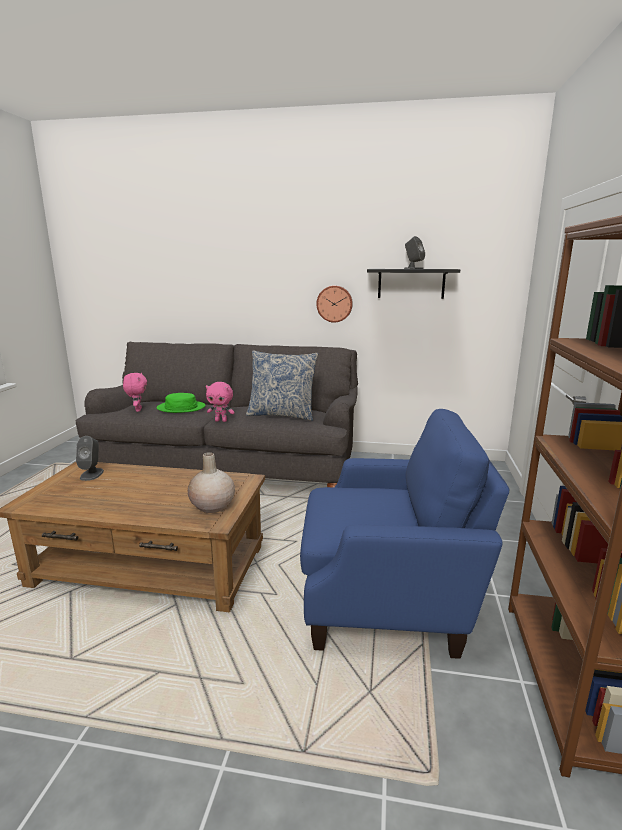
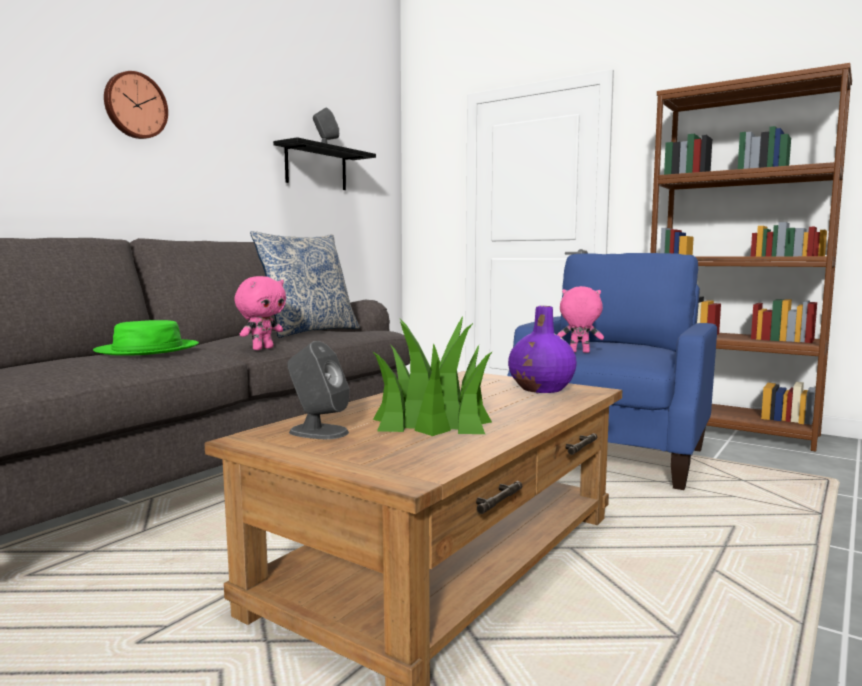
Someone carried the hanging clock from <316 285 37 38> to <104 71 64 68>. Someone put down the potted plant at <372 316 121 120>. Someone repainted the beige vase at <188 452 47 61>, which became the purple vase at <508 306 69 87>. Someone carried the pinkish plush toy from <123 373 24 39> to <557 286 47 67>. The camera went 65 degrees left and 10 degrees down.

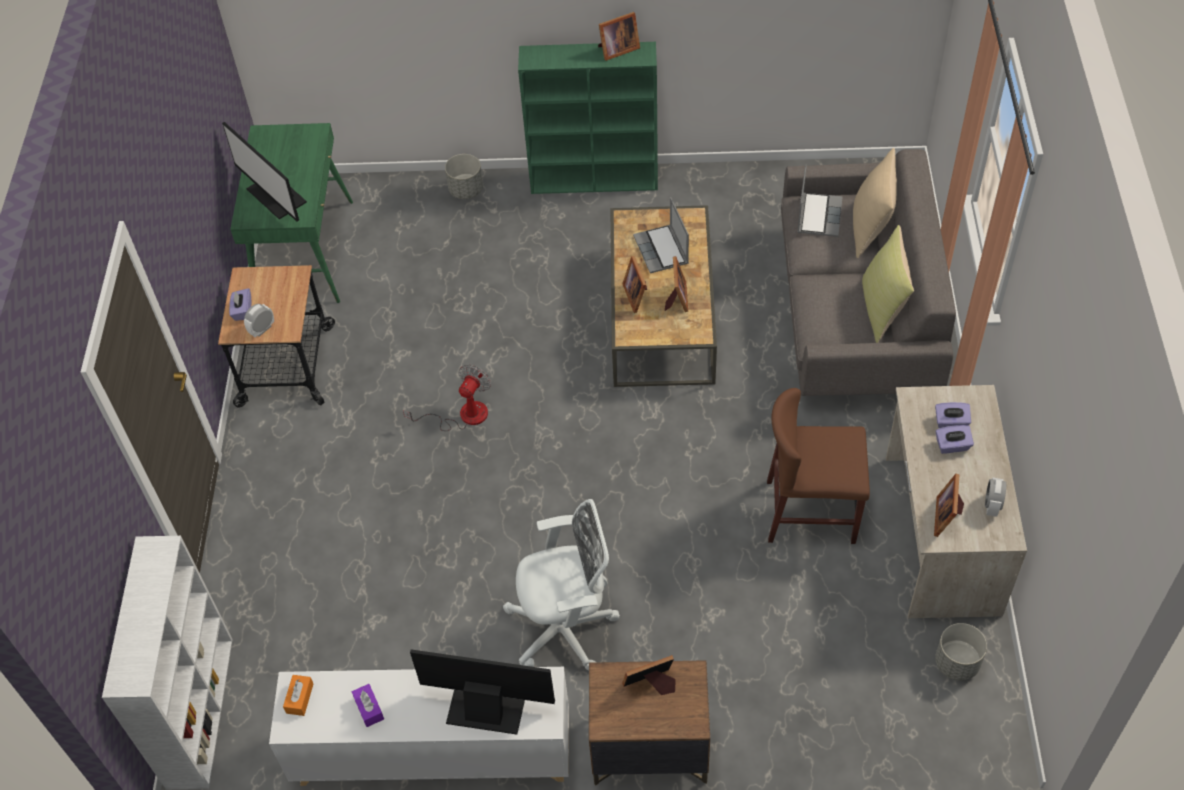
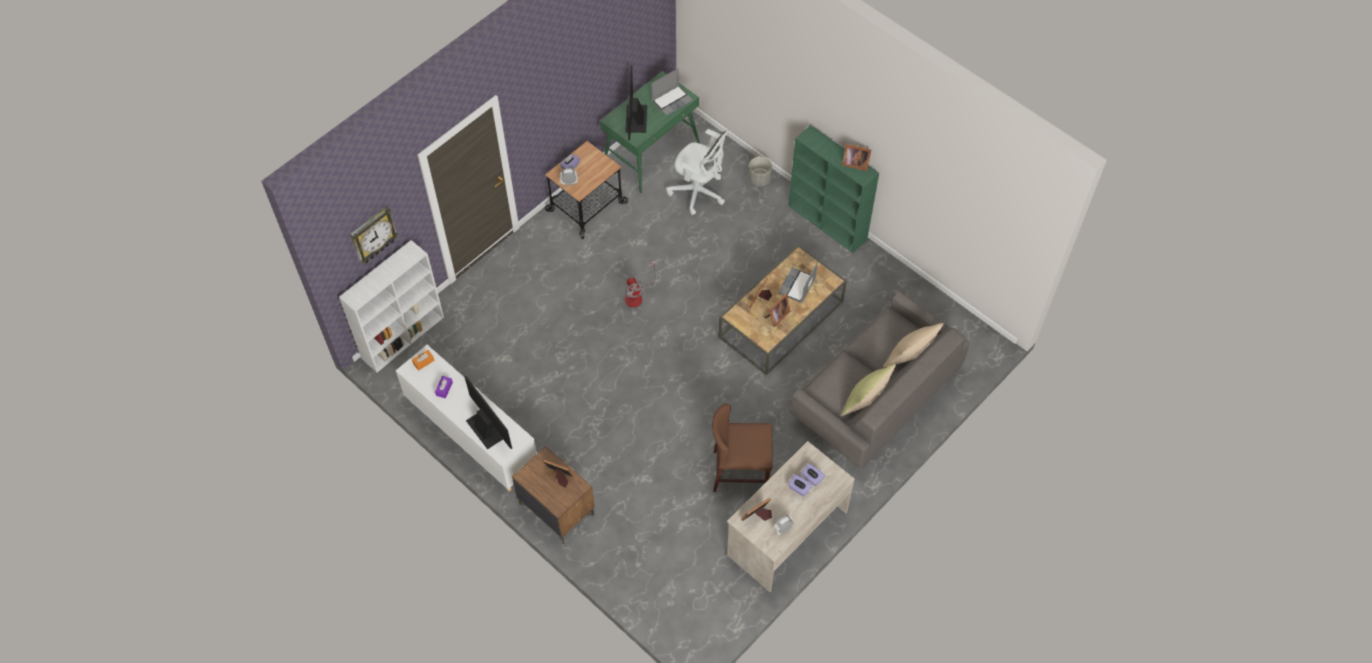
Someone put up the hanging clock at <350 206 48 57>. Someone rotated the fan at <403 364 88 67> by 90 degrees clockwise. Someone carried the notebook computer from <797 164 46 73> to <651 68 42 48>. Someone carried the white office chair from <503 499 117 171> to <666 129 63 86>. Someone rotated the brownish chair at <767 388 103 156> by 45 degrees counterclockwise. Someone took away the greyish flower pot at <935 623 52 58>. The camera went 40 degrees right and 5 degrees up.

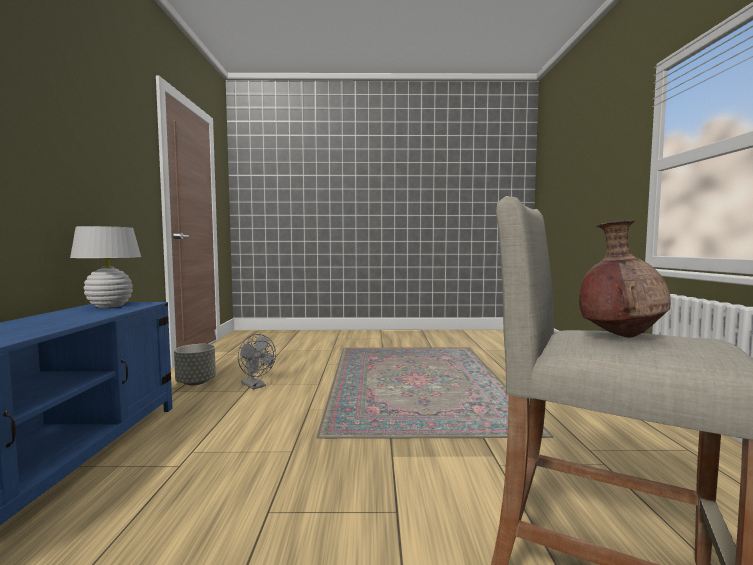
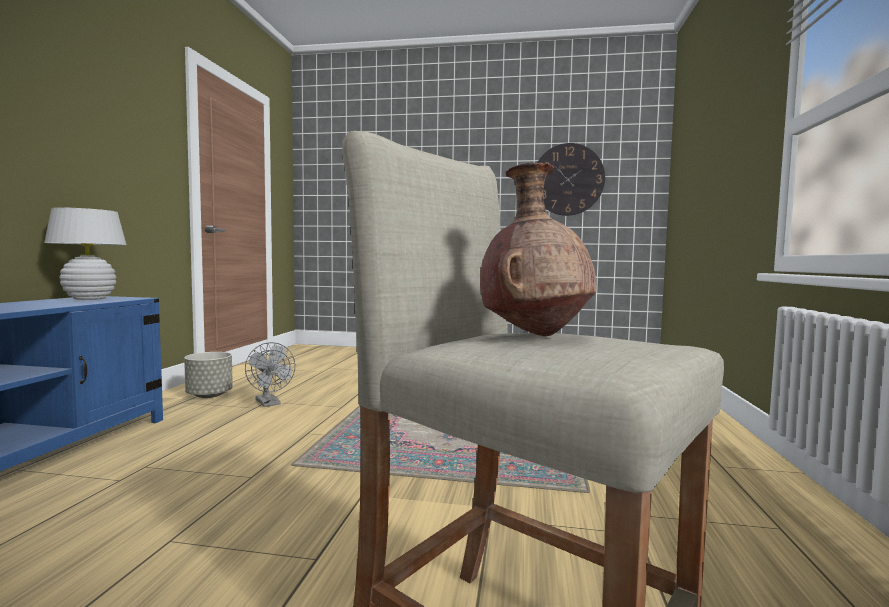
Someone put up the hanging clock at <537 143 68 73>. The camera went 10 degrees right and 0 degrees up.

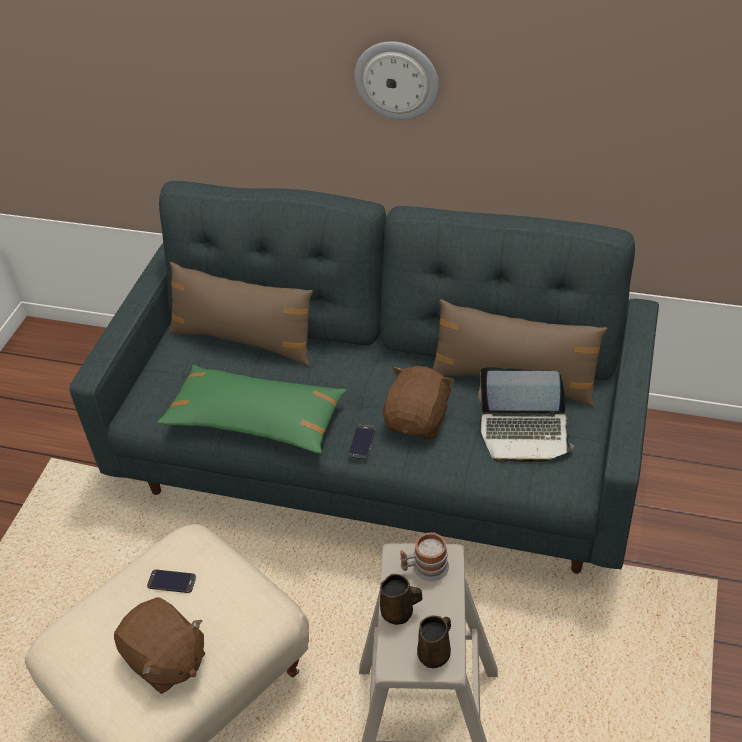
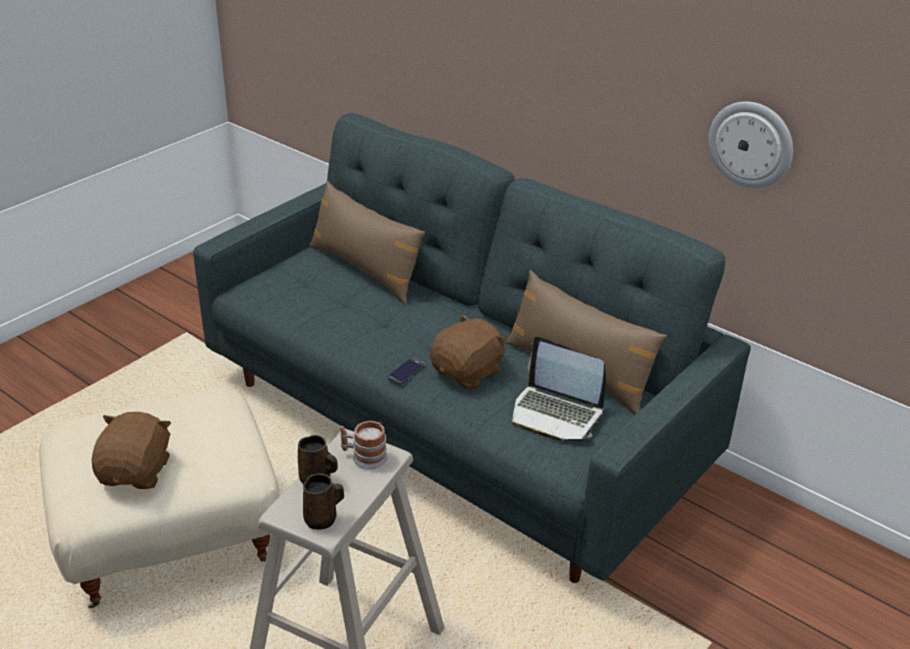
Someone rotated the brownish plush toy at <114 597 92 97> by 150 degrees counterclockwise. Someone carried the hanging clock from <355 41 84 79> to <708 102 85 86>. Someone took away the phone at <147 570 49 23>. Someone took away the green throw pillow at <157 365 190 89>. The camera went 20 degrees right and 10 degrees down.

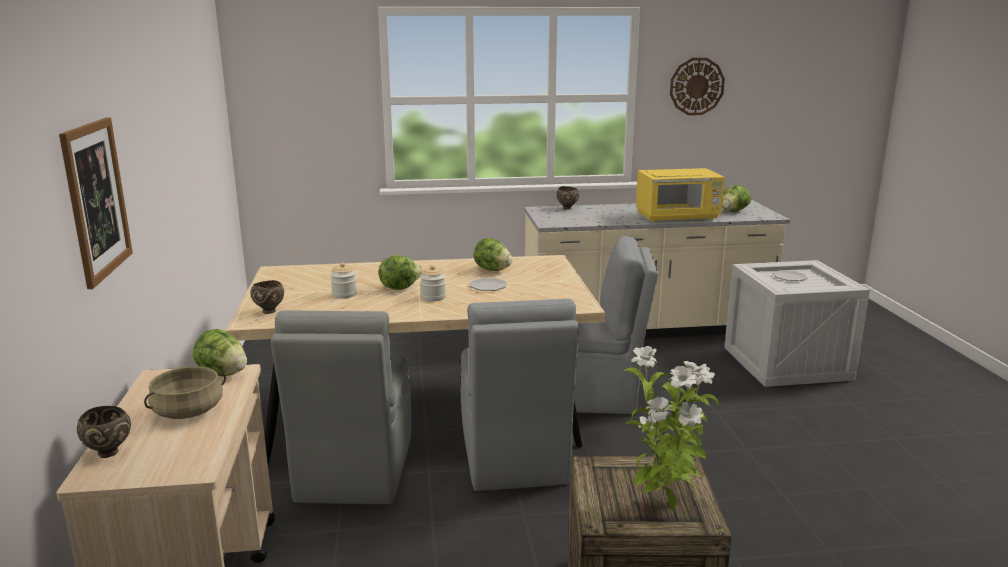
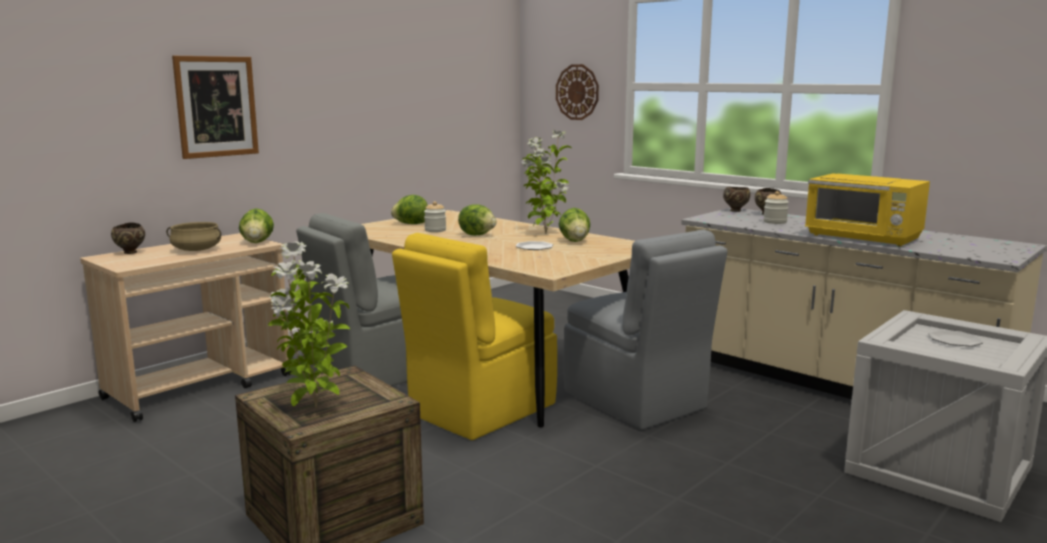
Someone carried the lettuce from <722 185 29 27> to <391 195 37 29>. Someone repainted the greyish chair at <461 299 118 192>, which became the yellow-coloured chair at <392 233 165 207>. Someone put down the potted plant at <521 130 51 104>. Someone carried the hanging clock from <670 58 55 57> to <556 64 43 56>. Someone carried the brownish serving bowl from <250 280 34 34> to <723 187 27 25>. Someone carried the jar from <420 265 26 36> to <763 191 26 33>. The camera went 50 degrees right and 5 degrees down.

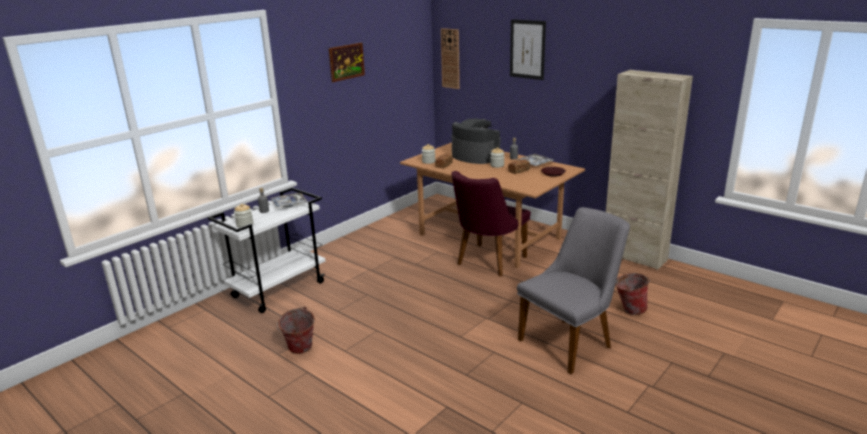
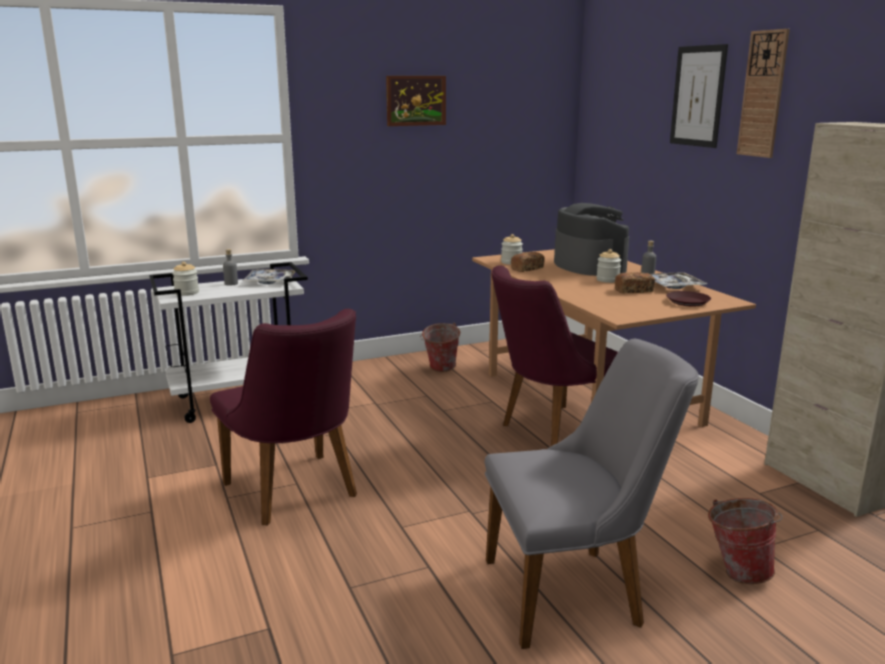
Someone put down the purple chair at <210 309 147 216>. Someone carried the water bucket from <277 307 38 47> to <420 323 40 49>. Someone carried the hanging clock from <441 28 19 61> to <737 29 53 129>. The camera went 25 degrees right and 5 degrees down.

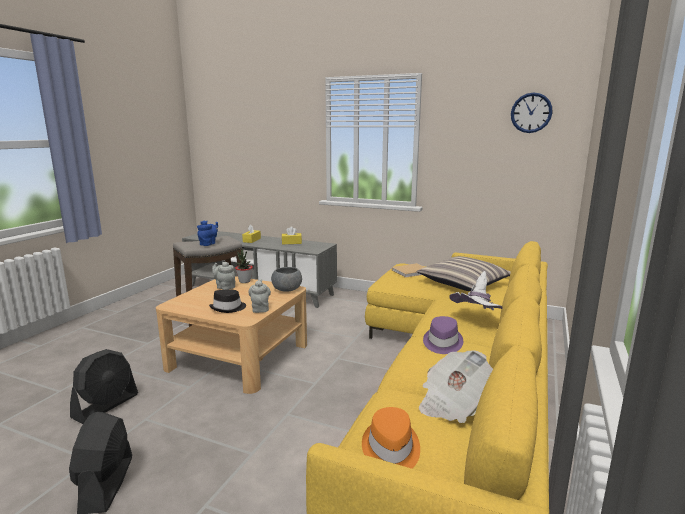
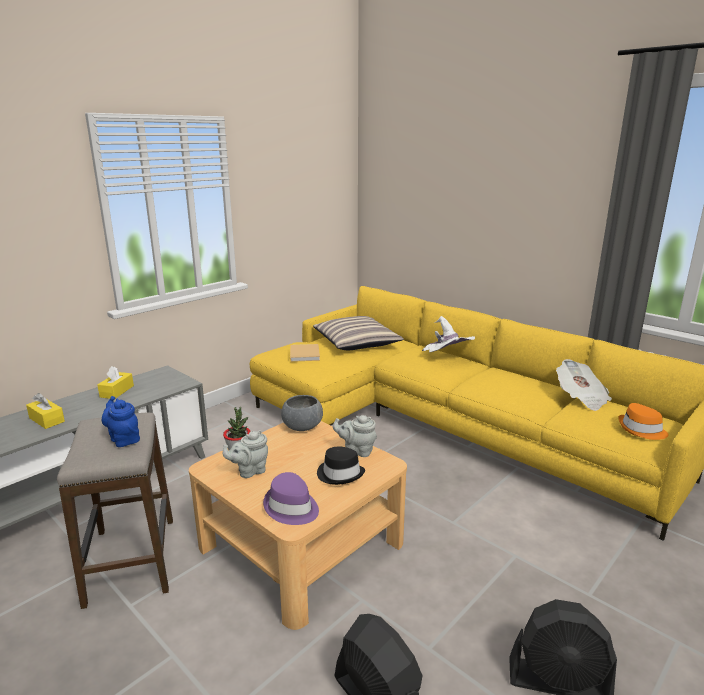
Someone carried the purple hat from <423 316 40 38> to <263 472 56 53>. Someone took away the hanging clock at <511 92 42 41>. The camera went 70 degrees left and 5 degrees up.

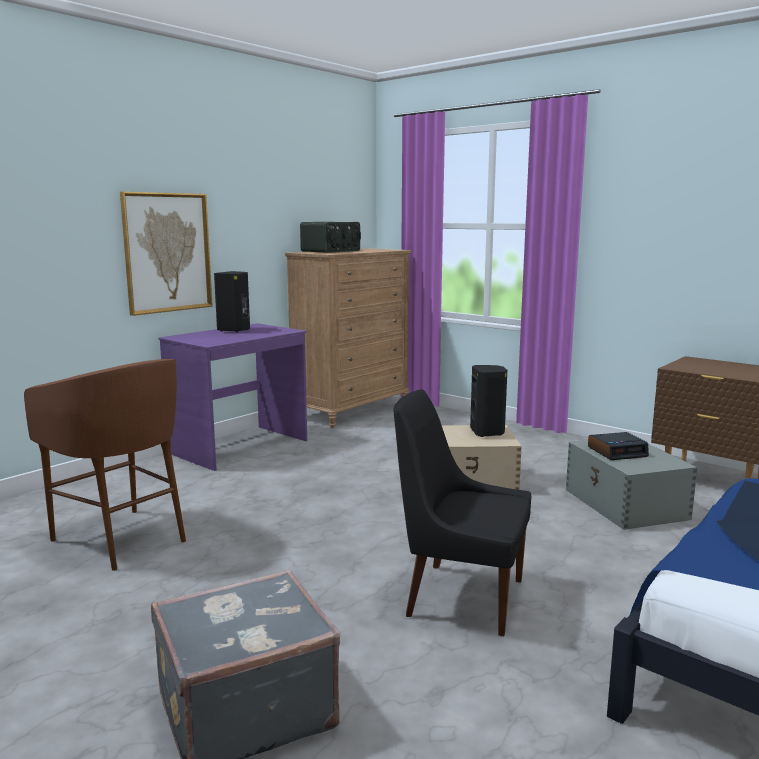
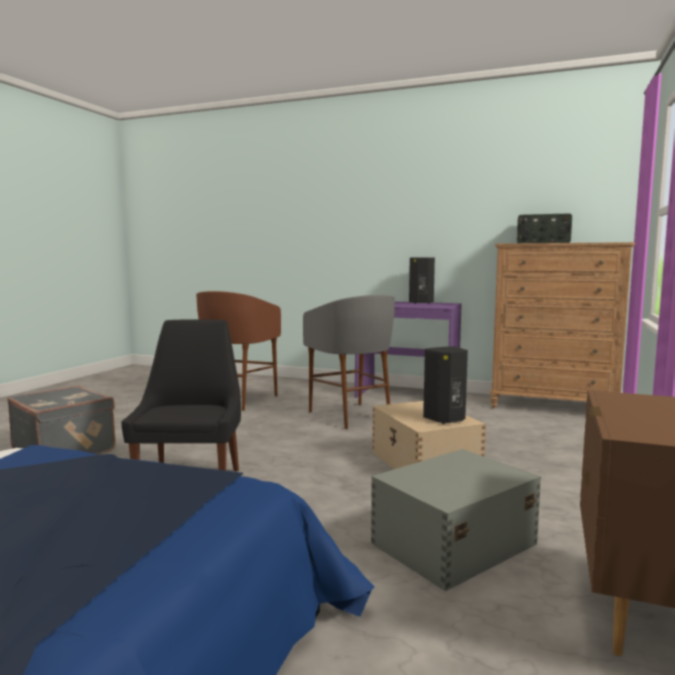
Someone put down the greyish stool at <303 295 92 134>. Someone took away the wall picture at <120 192 93 124>. Someone took away the table clock at <588 432 61 28>. The camera went 70 degrees right and 5 degrees down.

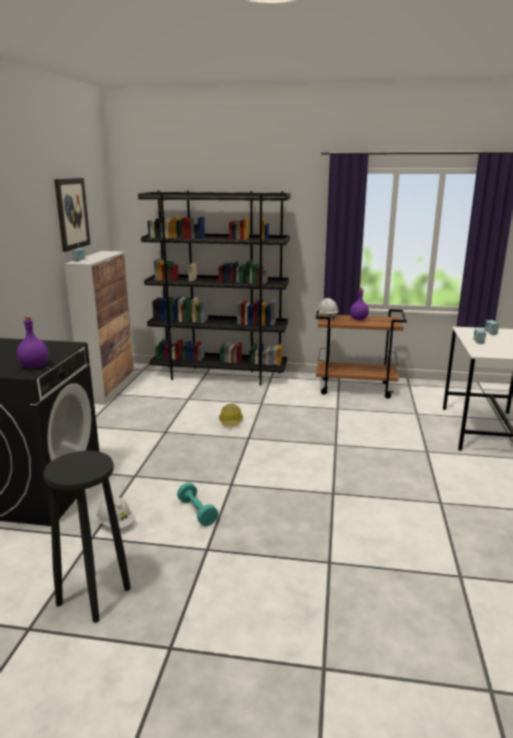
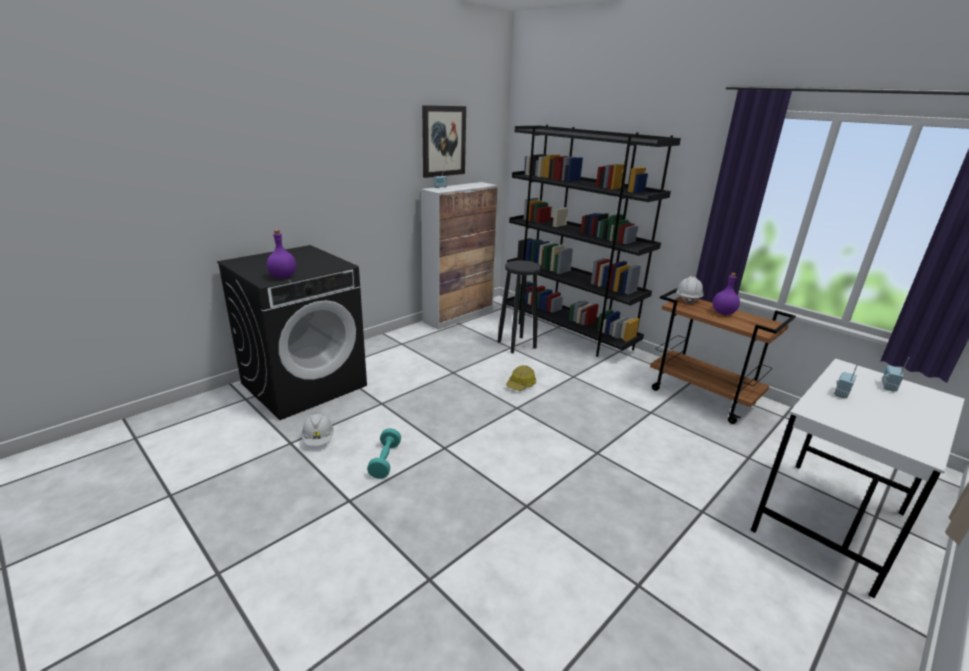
Someone carried the black stool from <43 451 88 172> to <498 260 44 93>. The camera went 35 degrees right and 5 degrees up.

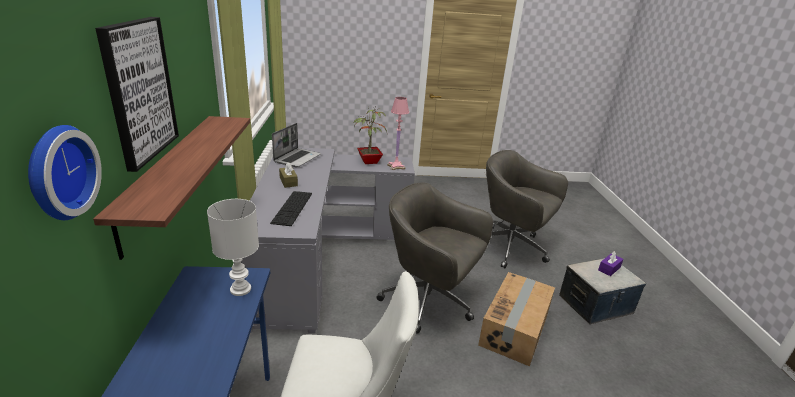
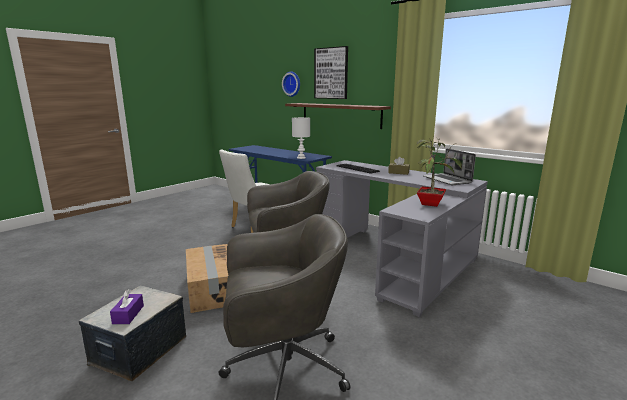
Someone took away the pinkish tabletop lamp at <387 97 22 73>. The camera went 135 degrees right and 10 degrees down.

